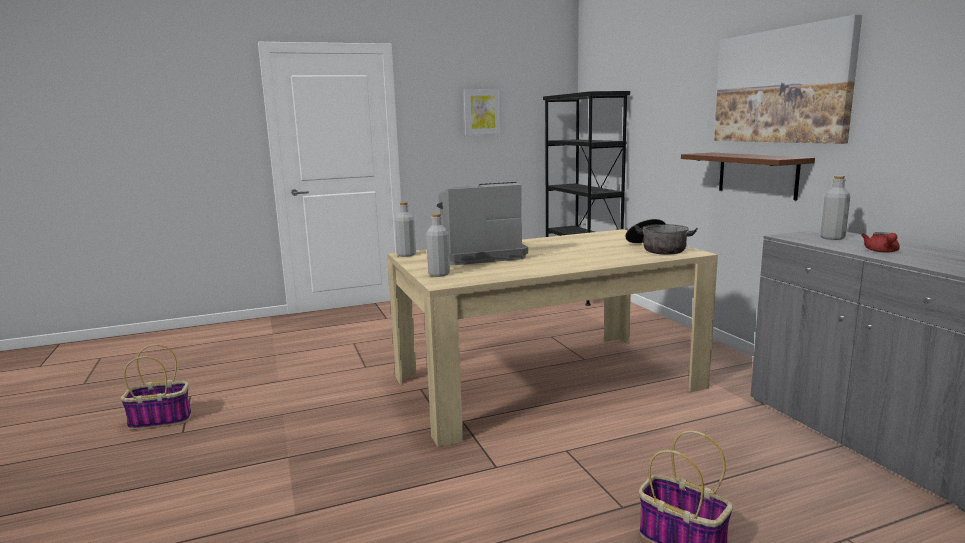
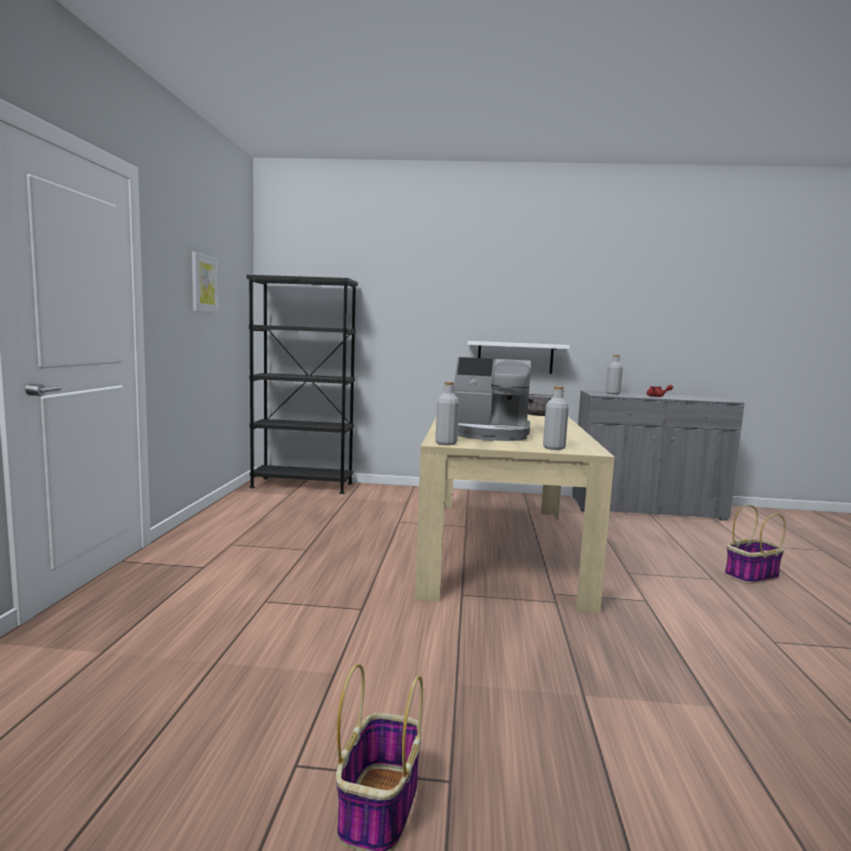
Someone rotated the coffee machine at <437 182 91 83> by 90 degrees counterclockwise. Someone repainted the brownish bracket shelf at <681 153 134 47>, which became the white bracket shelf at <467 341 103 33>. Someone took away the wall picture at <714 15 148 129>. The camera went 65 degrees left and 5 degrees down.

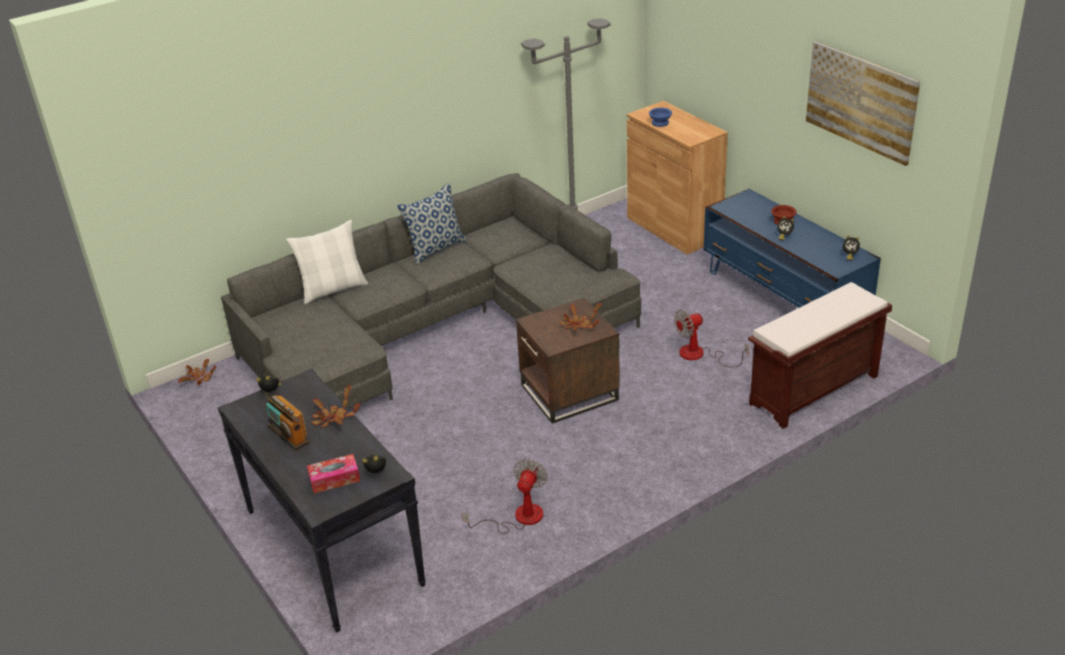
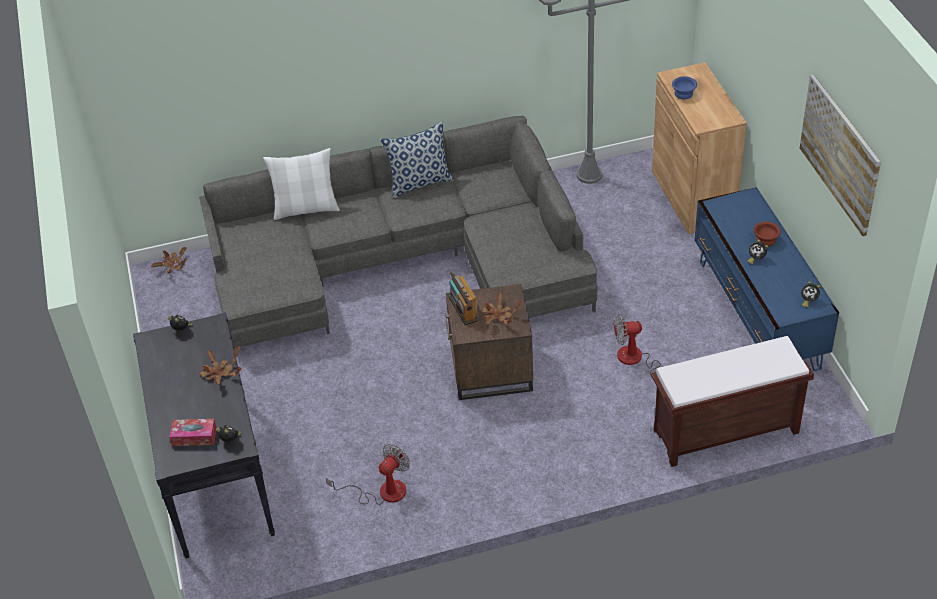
Someone carried the radio set from <264 393 46 57> to <449 272 29 53>. The camera went 20 degrees right and 10 degrees up.

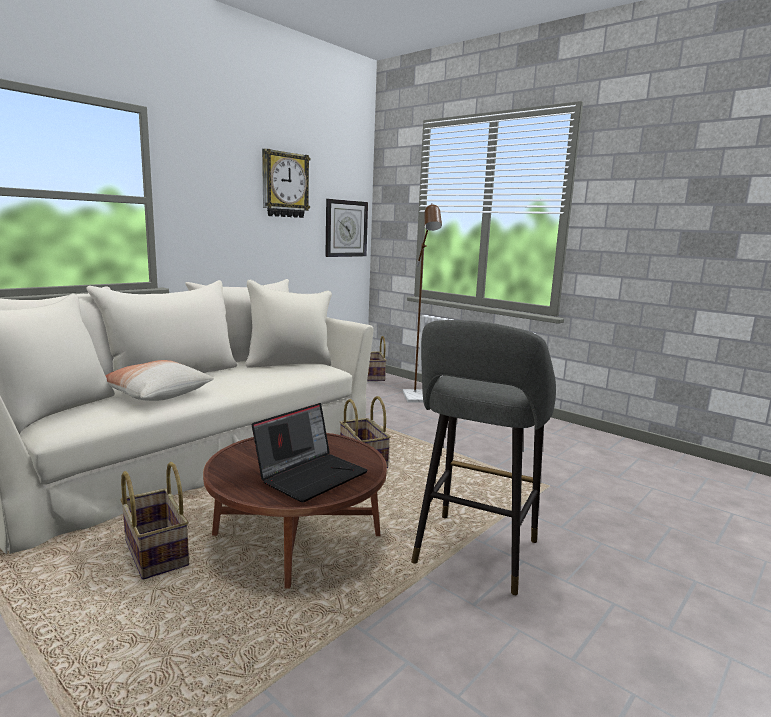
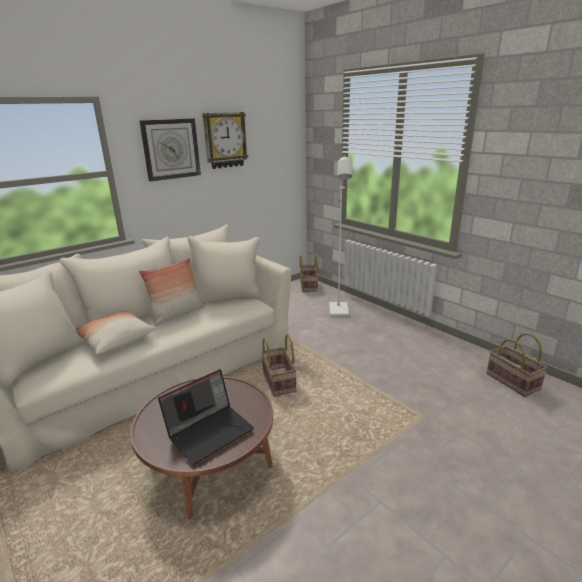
Someone carried the hanging clock from <325 199 43 58> to <139 118 62 63>. Someone put down the throw pillow at <139 258 65 68>. Someone repainted the brownish standing lamp at <403 203 39 200>, which became the white standing lamp at <329 155 23 161>. Someone carried the basket from <121 462 68 117> to <487 333 61 64>. Someone took away the greyish stool at <411 320 145 275>. The camera went 10 degrees right and 10 degrees up.

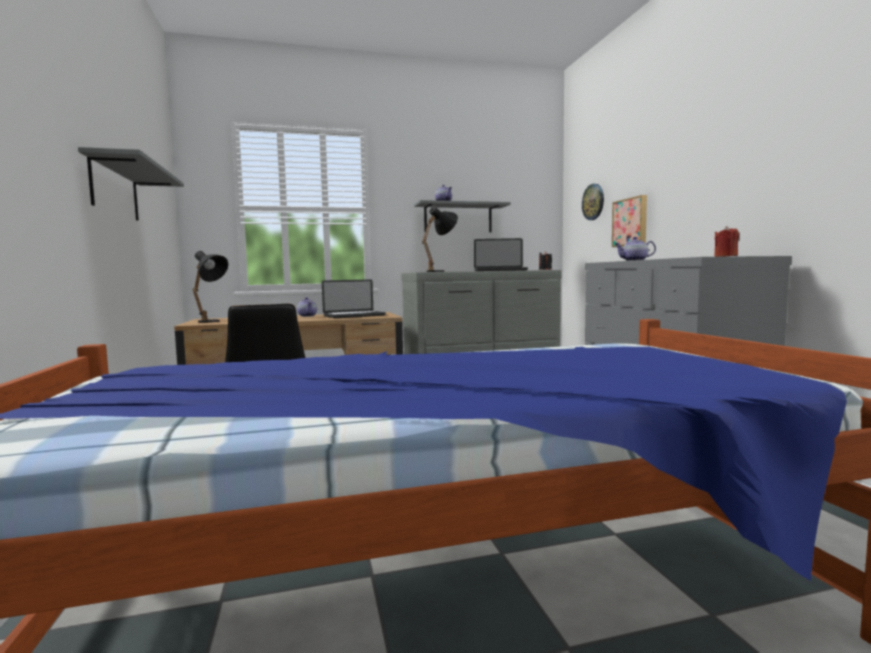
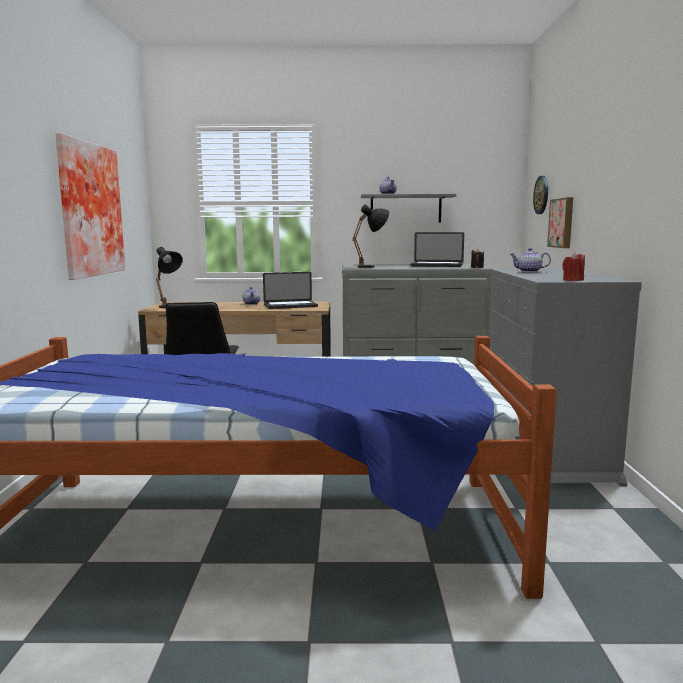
Someone swapped the greyish bracket shelf at <78 147 106 74> for the wall picture at <55 133 70 147>. The camera went 15 degrees right and 5 degrees up.

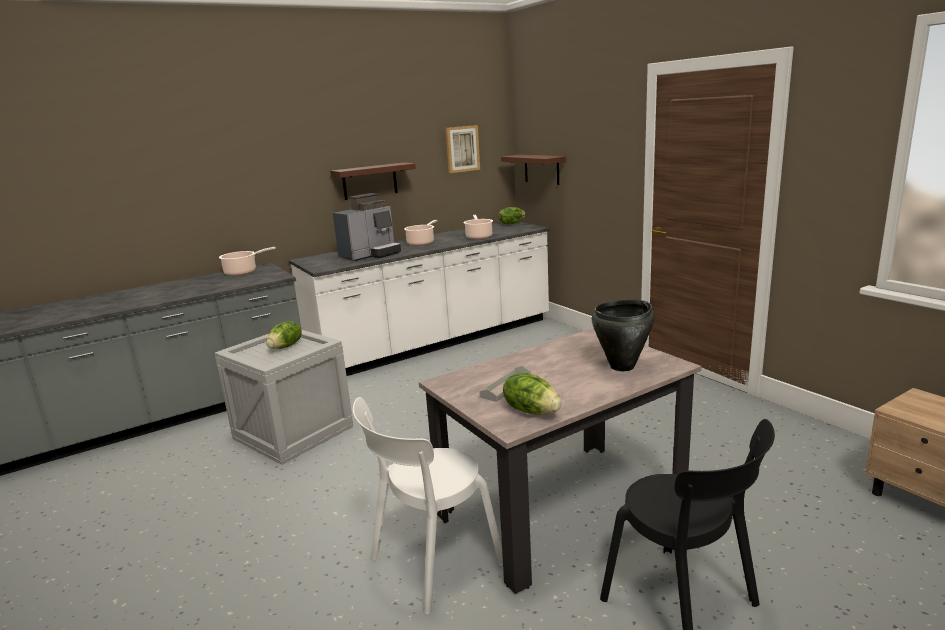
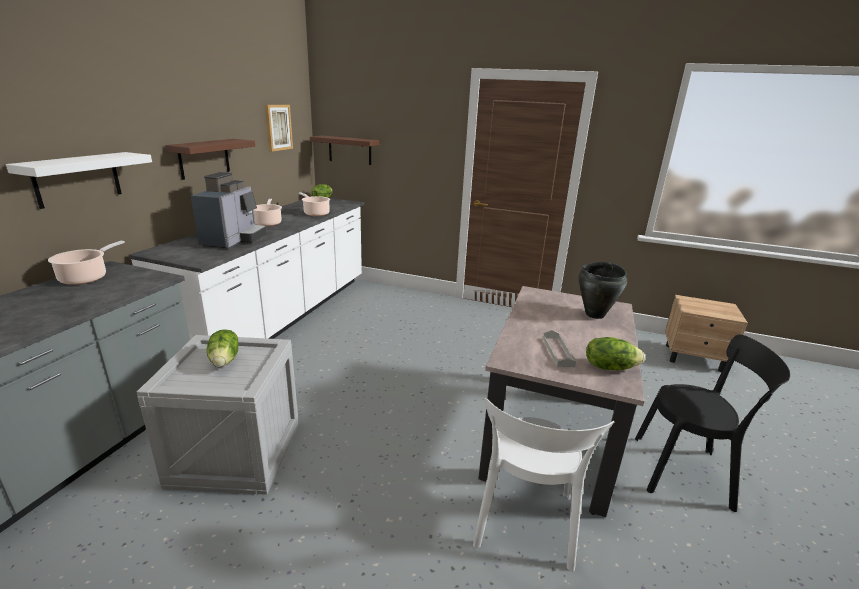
Someone put up the white bracket shelf at <6 152 146 57>. The camera went 40 degrees left and 5 degrees up.

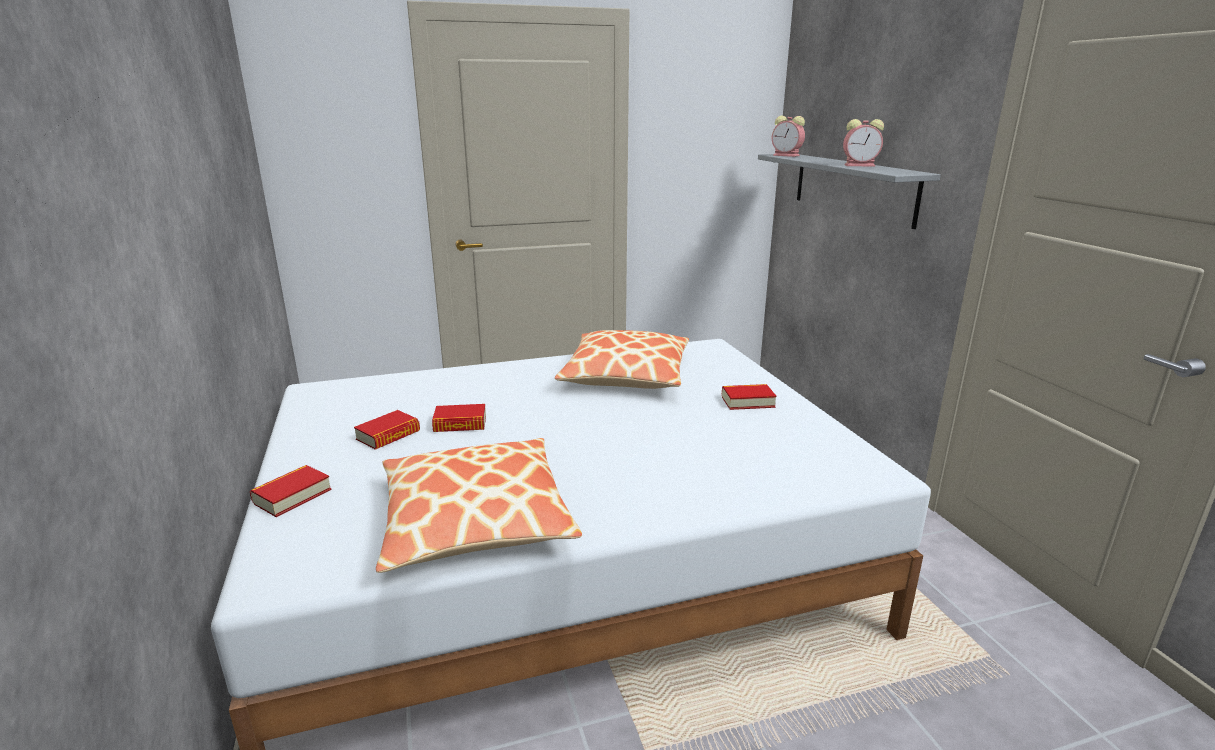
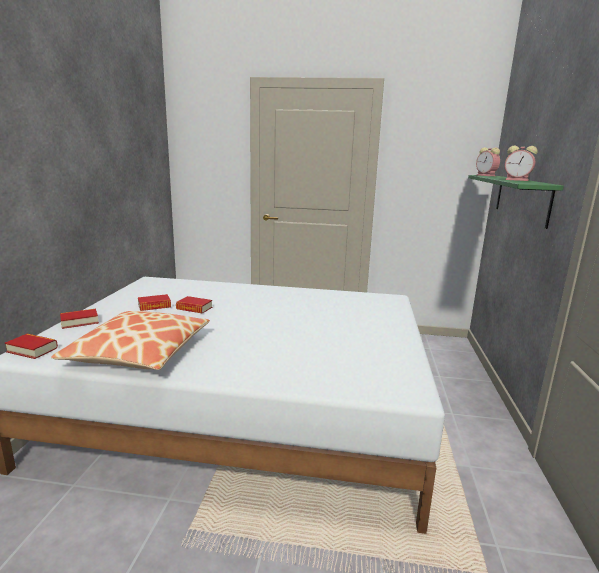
Someone carried the bound book from <722 384 55 26> to <5 334 53 25>. Someone repainted the greyish bracket shelf at <758 154 183 75>, which became the green bracket shelf at <468 175 96 54>. Someone took away the throw pillow at <555 330 134 59>. The camera went 25 degrees right and 5 degrees down.

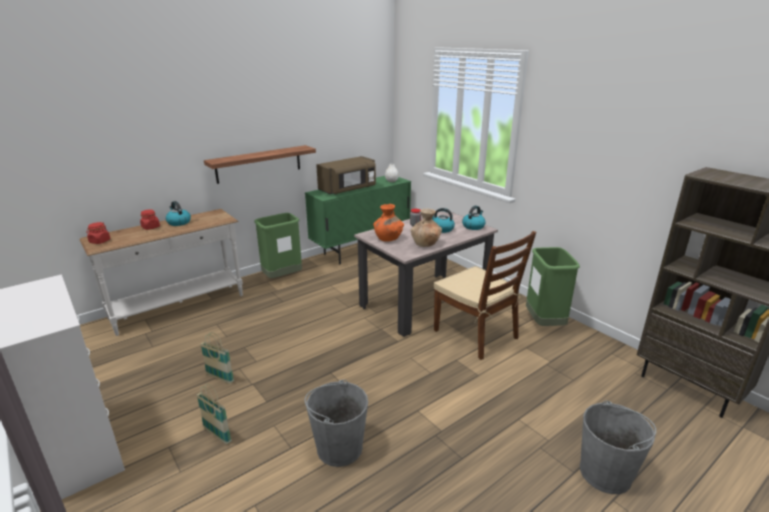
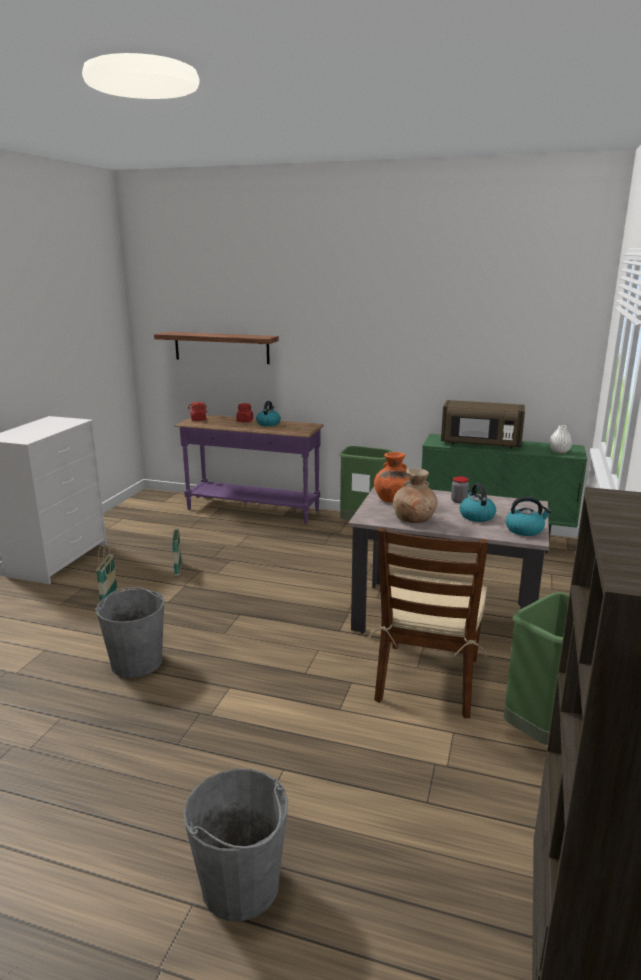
Someone carried the bracket shelf from <204 145 112 39> to <154 332 125 32>. Someone repainted the white hall table at <79 209 164 127>, which became the purple hall table at <175 415 149 109>. The camera went 55 degrees right and 5 degrees down.

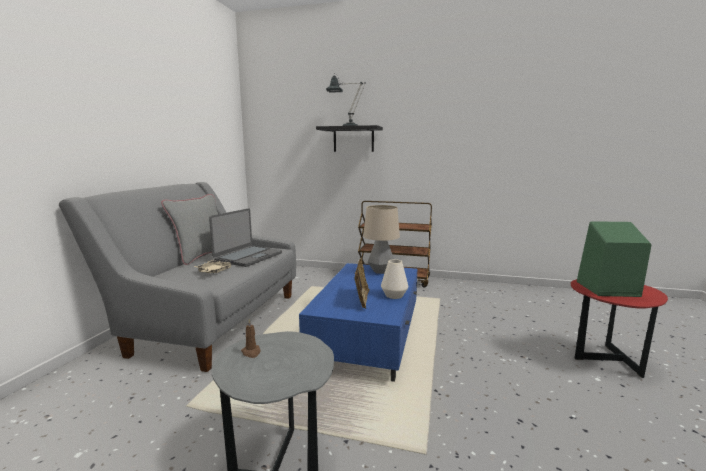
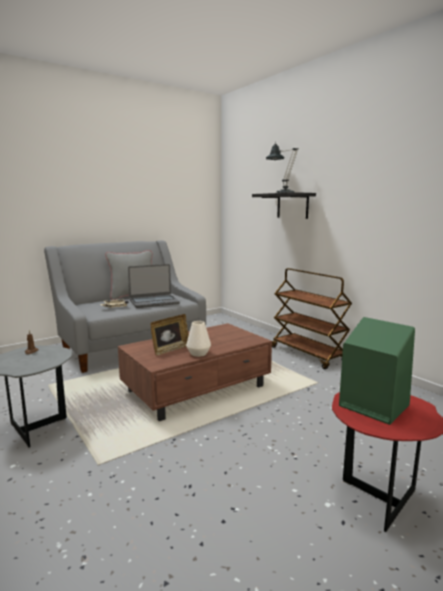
Someone repainted the bluish low table at <299 263 118 119>, which became the brownish low table at <118 323 154 98>. Someone took away the tabletop lamp at <363 205 37 69>. The camera went 40 degrees right and 0 degrees up.

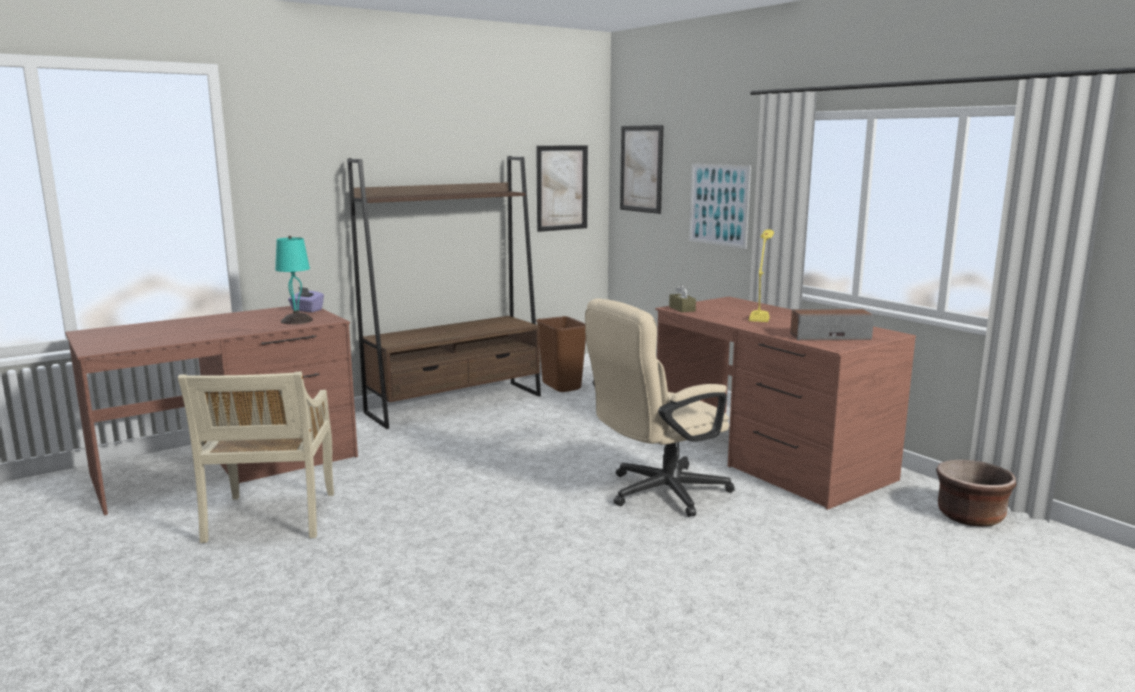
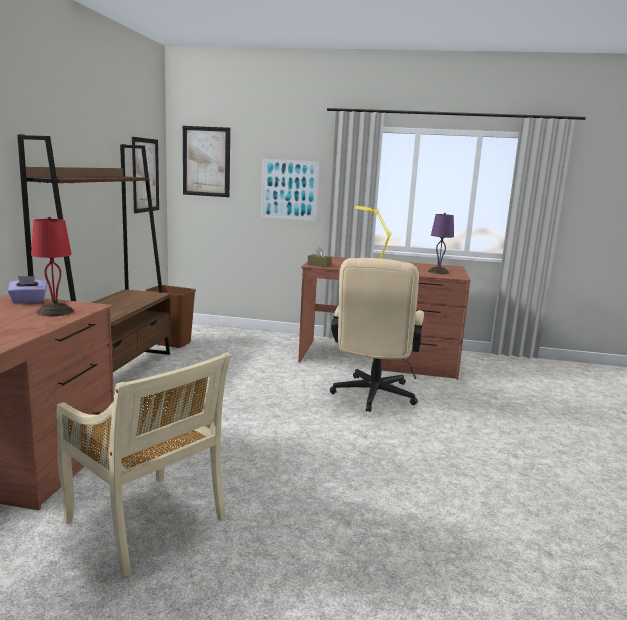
Someone repainted the blue-green tabletop lamp at <275 236 38 88>, which became the reddish tabletop lamp at <31 217 43 99>. Someone swapped the loudspeaker at <790 309 84 31> for the purple tabletop lamp at <428 213 26 61>. Someone took away the brownish flower pot at <936 460 80 67>. The camera went 45 degrees left and 0 degrees up.

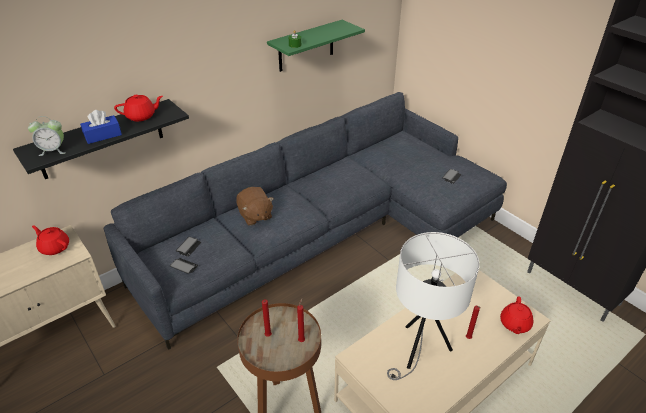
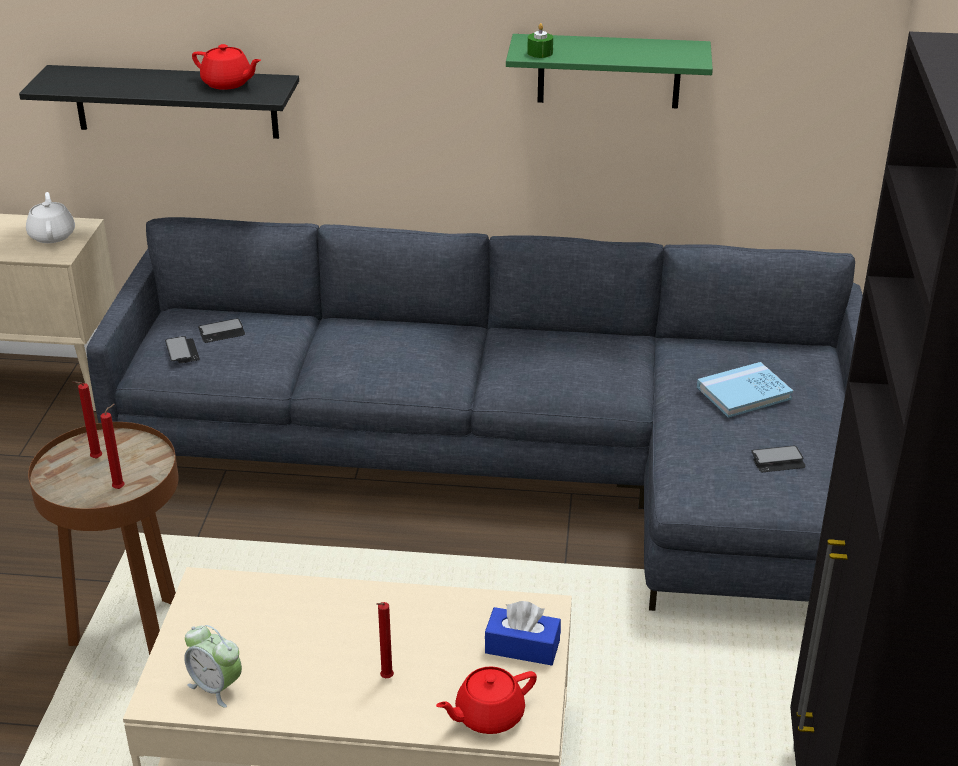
Someone repainted the reddish tea pot at <32 226 37 29>, which became the white tea pot at <26 192 49 51>. Someone carried the table clock from <28 116 37 40> to <184 625 58 83>. Someone carried the bluish box of tissues from <80 110 42 34> to <485 601 76 65>. Someone put down the bluish bound book at <697 362 96 56>. Someone took away the brownish plush toy at <236 187 38 39>. Someone took away the white tabletop lamp at <387 232 92 148>. The camera went 45 degrees right and 5 degrees down.

